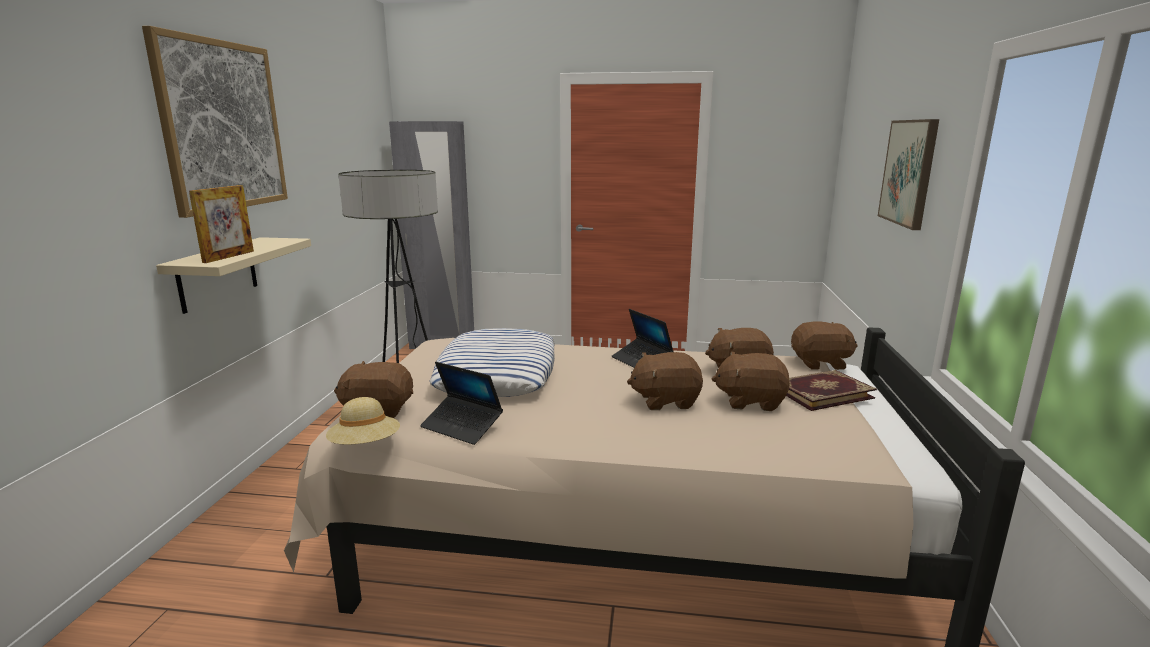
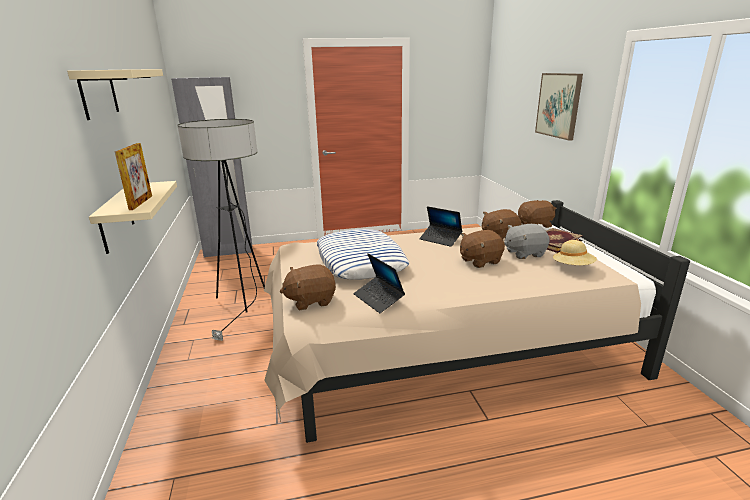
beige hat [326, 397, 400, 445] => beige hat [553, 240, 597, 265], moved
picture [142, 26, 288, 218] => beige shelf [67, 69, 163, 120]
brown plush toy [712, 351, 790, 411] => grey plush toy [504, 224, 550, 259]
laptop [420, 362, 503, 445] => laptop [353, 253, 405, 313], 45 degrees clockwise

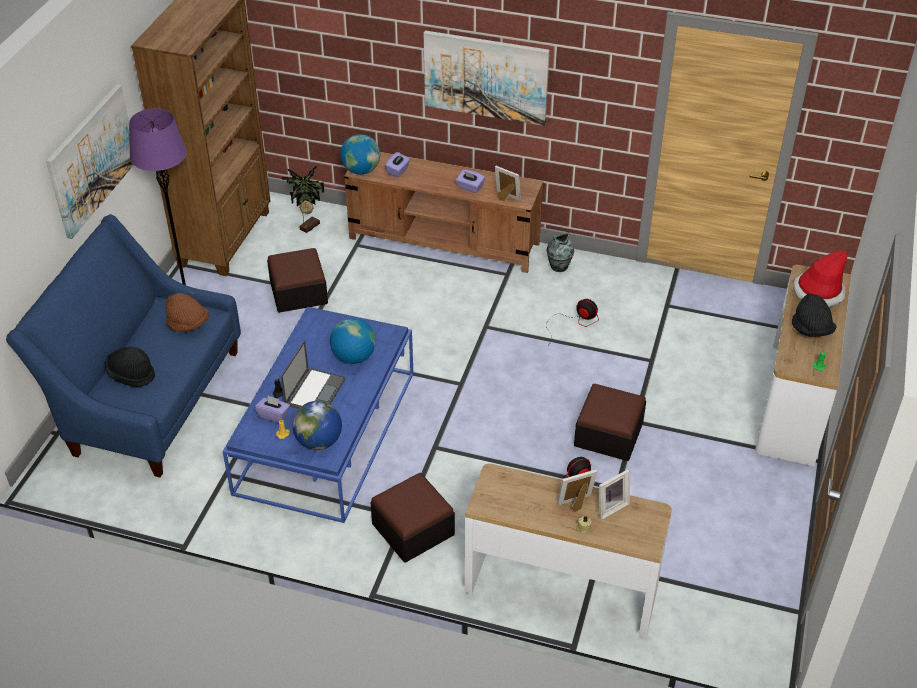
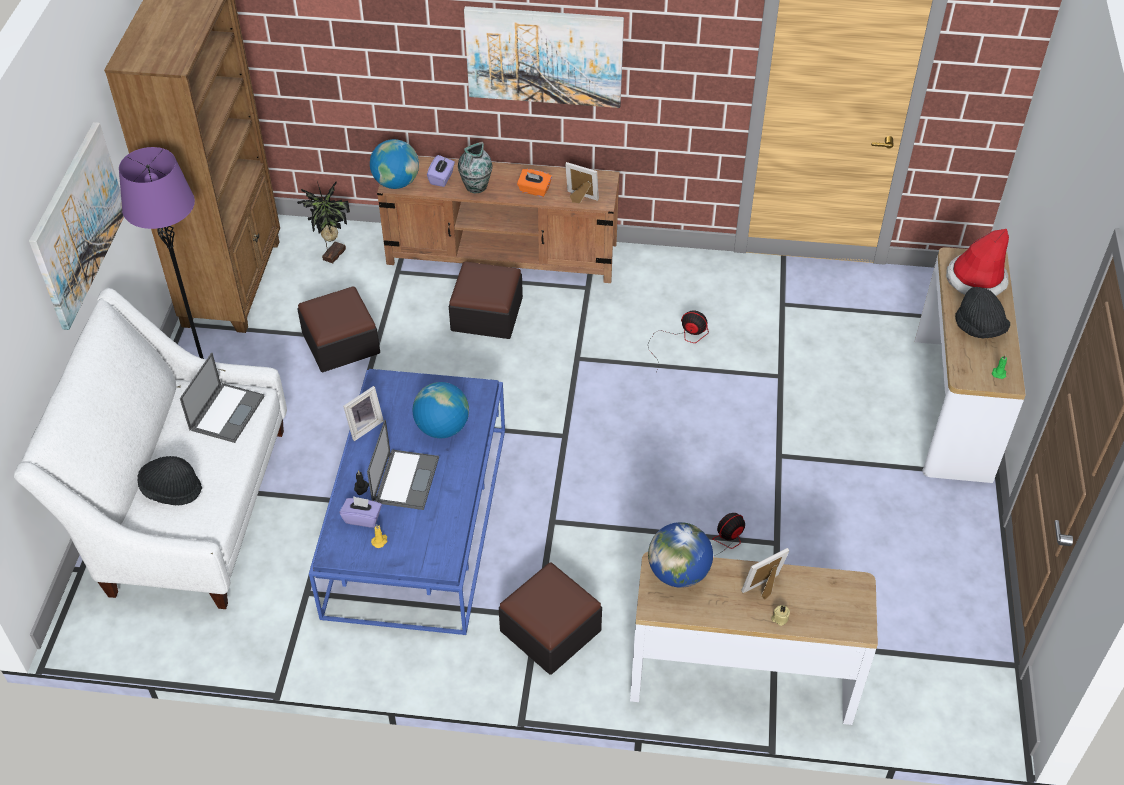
globe [292, 401, 342, 450] => globe [648, 522, 713, 588], moved
vase [547, 232, 574, 272] => vase [458, 142, 493, 193], moved
ottoman [574, 384, 646, 461] => ottoman [449, 261, 523, 339], moved
picture frame [599, 469, 630, 520] => picture frame [343, 386, 384, 441], moved
brown hat [166, 293, 209, 332] => laptop [180, 353, 265, 443]
blue sofa [6, 214, 241, 477] => white sofa [14, 288, 287, 609]
purple tissue box [456, 169, 485, 193] => orange tissue box [517, 169, 552, 197]

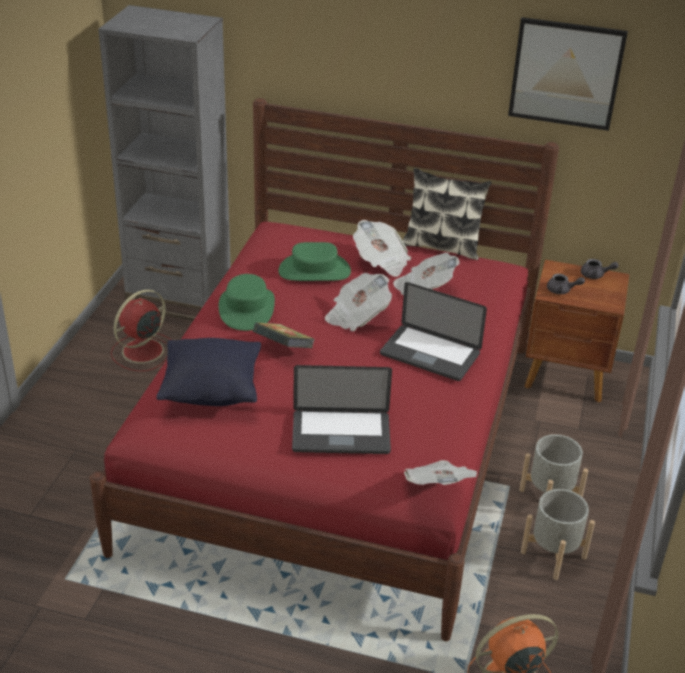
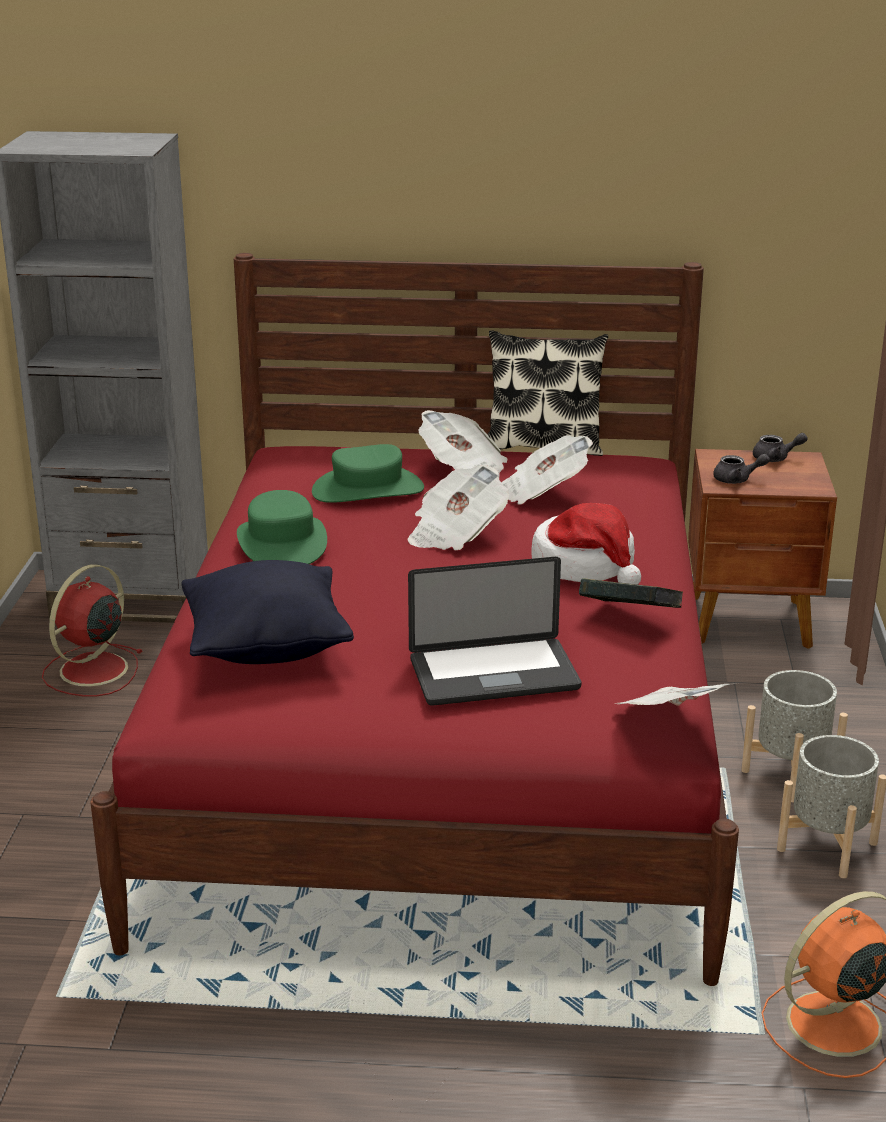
picture [508, 17, 628, 131] => nothing
book [253, 322, 315, 348] => book [579, 578, 683, 608], moved
laptop [380, 282, 487, 381] => hat [531, 503, 641, 585]

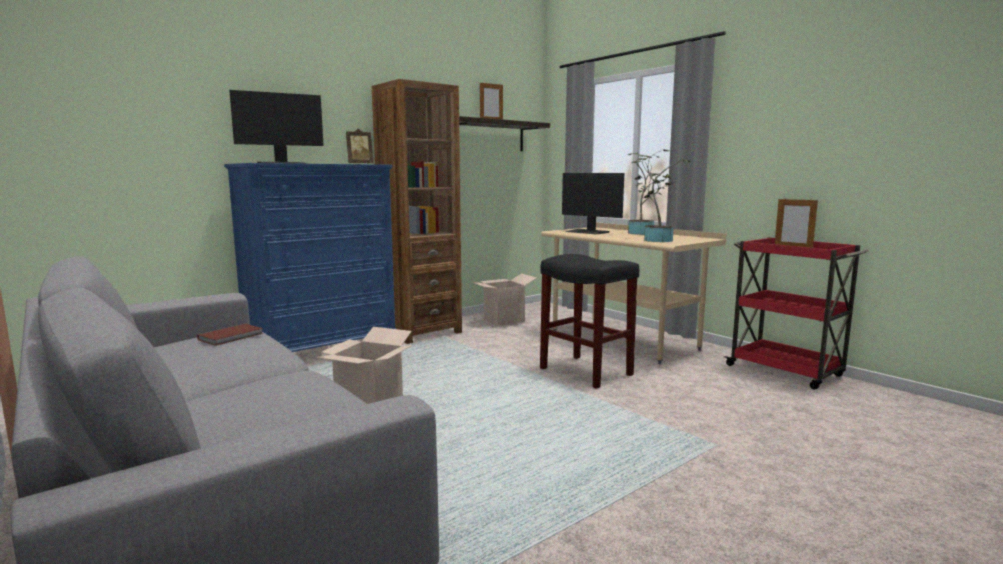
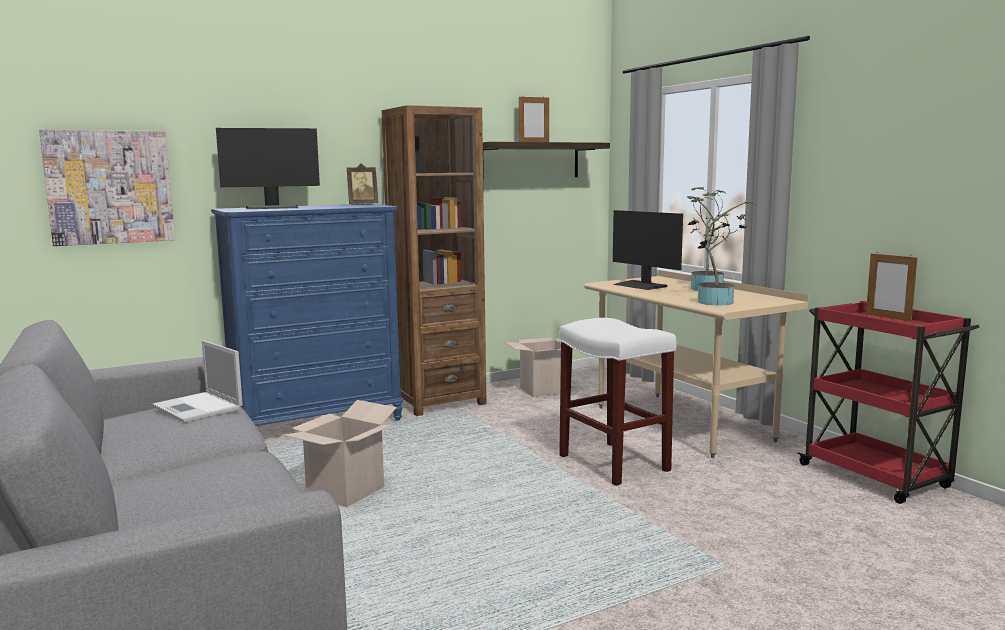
nothing => picture [39, 129, 175, 246]
brown book [197, 324, 263, 346] => laptop [152, 340, 243, 423]
black stool [540, 254, 639, 389] => white stool [559, 318, 676, 486]

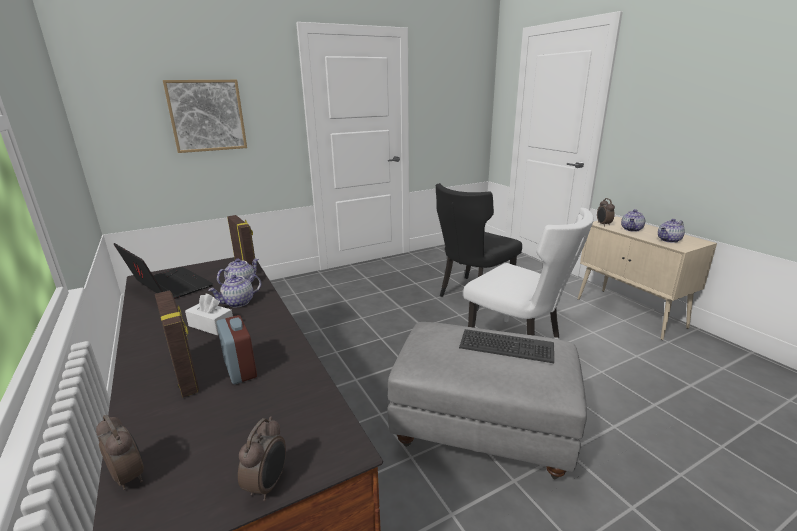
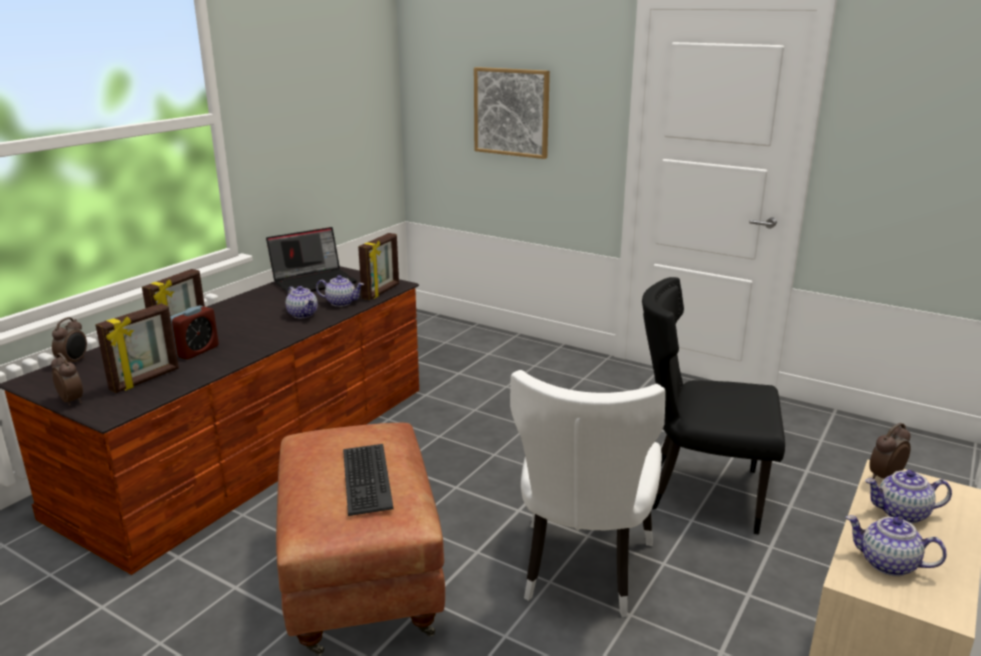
white tissue box [185, 294, 233, 335] => nothing
nothing => picture frame [95, 303, 179, 393]
grey ottoman [387, 322, 587, 480] => brown ottoman [276, 423, 445, 655]
laptop [114, 243, 213, 299] => laptop [266, 227, 357, 292], 45 degrees clockwise
teapot [208, 274, 261, 307] => teapot [286, 286, 318, 318], 150 degrees counterclockwise
alarm clock [238, 416, 286, 501] => alarm clock [51, 353, 83, 406], 120 degrees counterclockwise

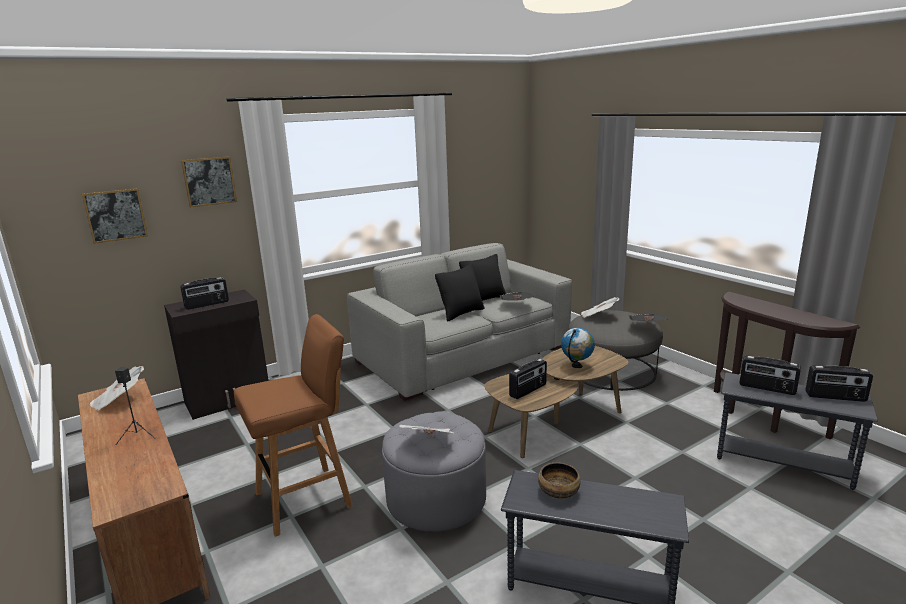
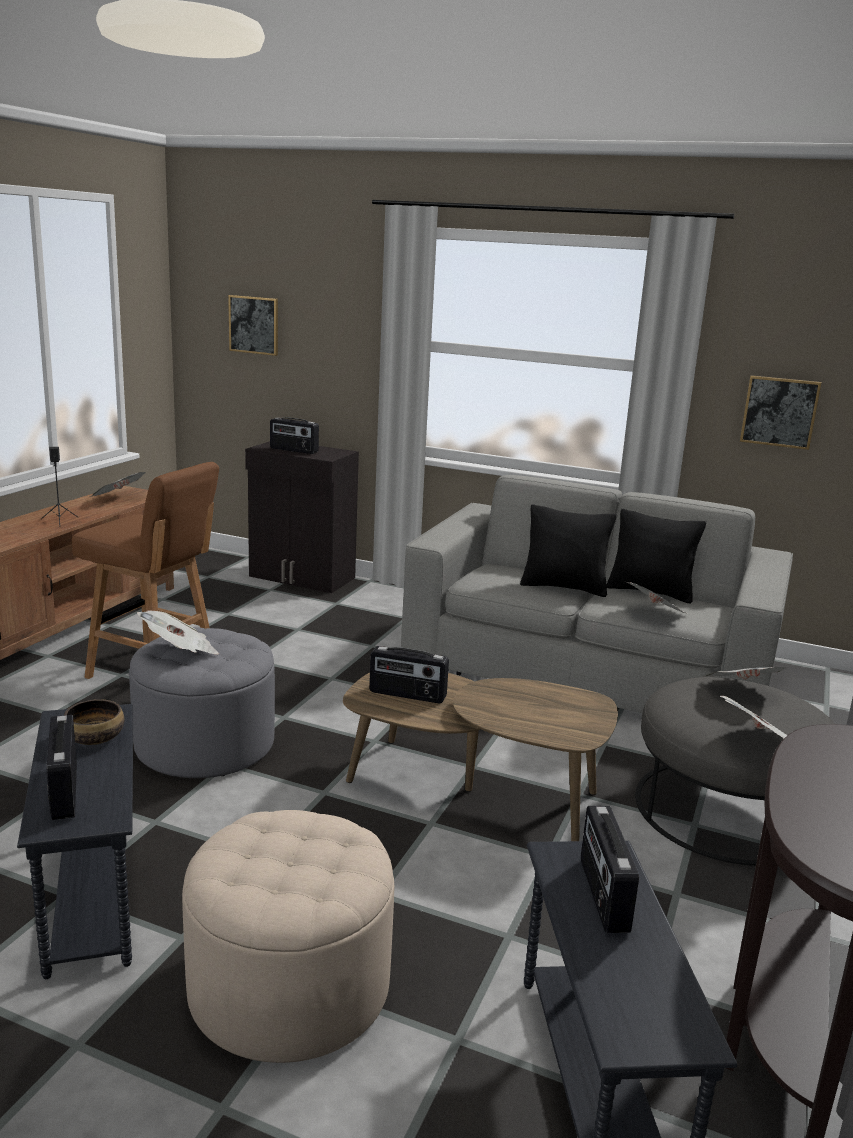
globe [561, 327, 595, 368] => nothing
nothing => beige ottoman [182, 810, 394, 1063]
picture [181, 156, 237, 207] => picture [740, 375, 822, 450], moved
radio [805, 365, 873, 402] => radio [46, 715, 77, 820], moved

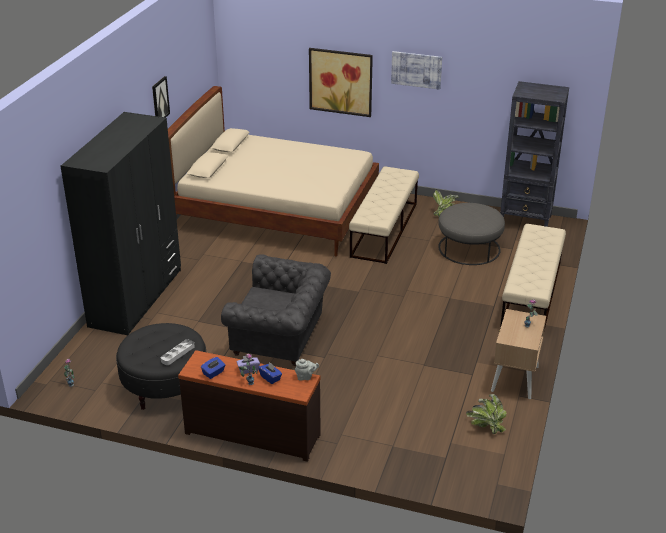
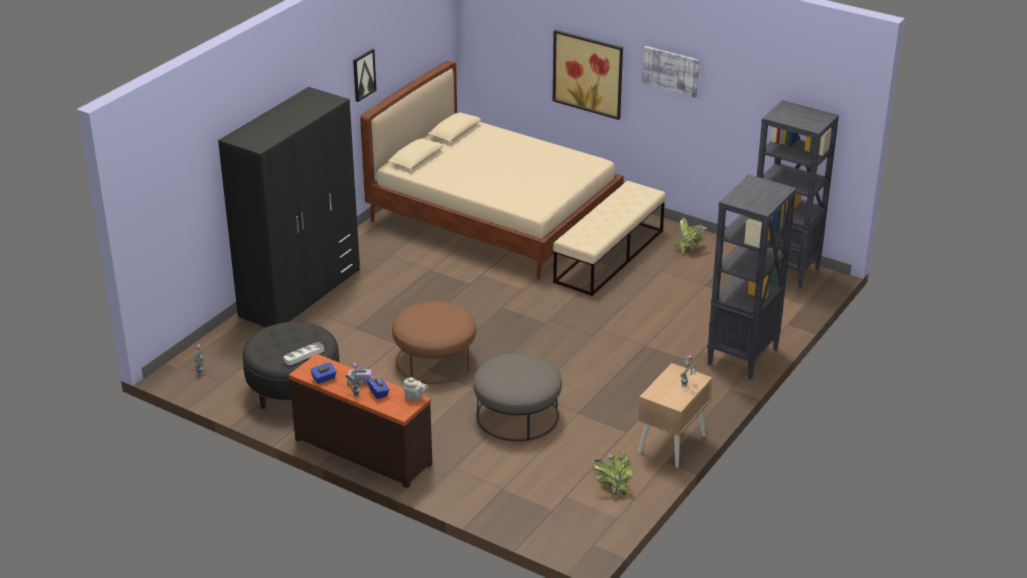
grey ottoman [438, 203, 505, 265] => grey ottoman [473, 353, 562, 441], moved
grey armchair [221, 255, 331, 366] => brown ottoman [392, 301, 476, 384]
beige bench [500, 224, 566, 330] => black bookcase [707, 174, 796, 380]

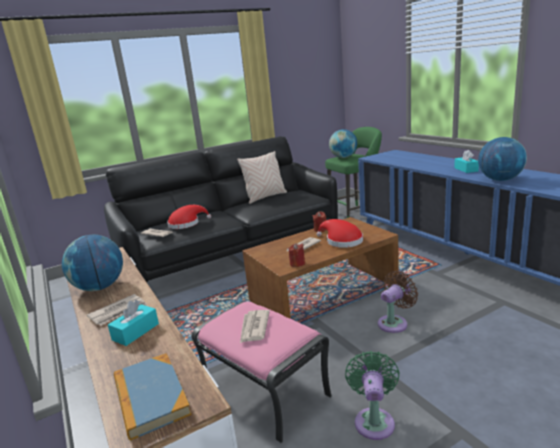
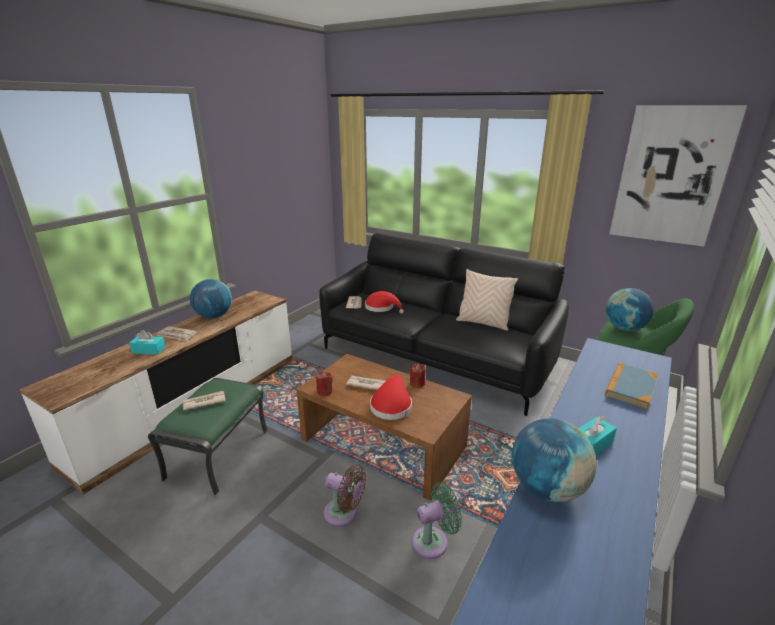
nothing => picture [609, 105, 747, 246]
book [114, 353, 192, 440] => book [605, 363, 658, 410], moved
green fan [345, 351, 400, 440] => green fan [412, 482, 462, 559], moved
pink ottoman [191, 301, 332, 443] => green ottoman [148, 378, 268, 495]

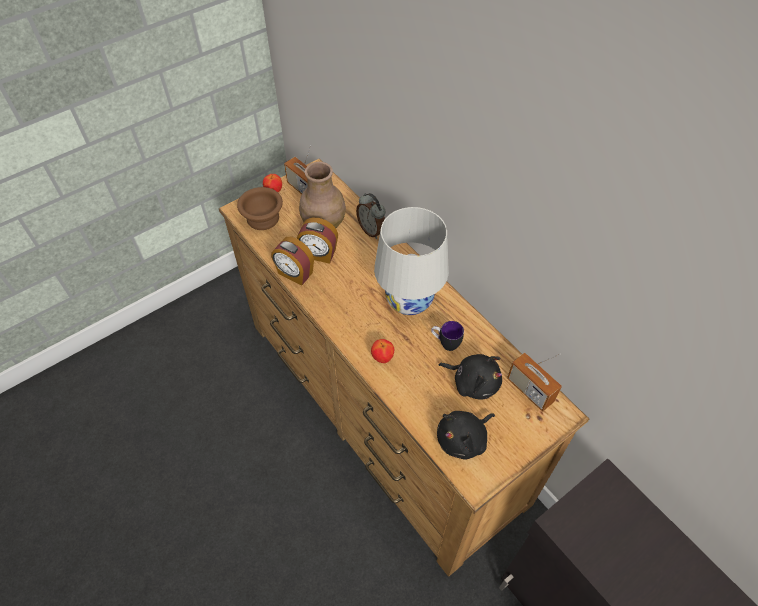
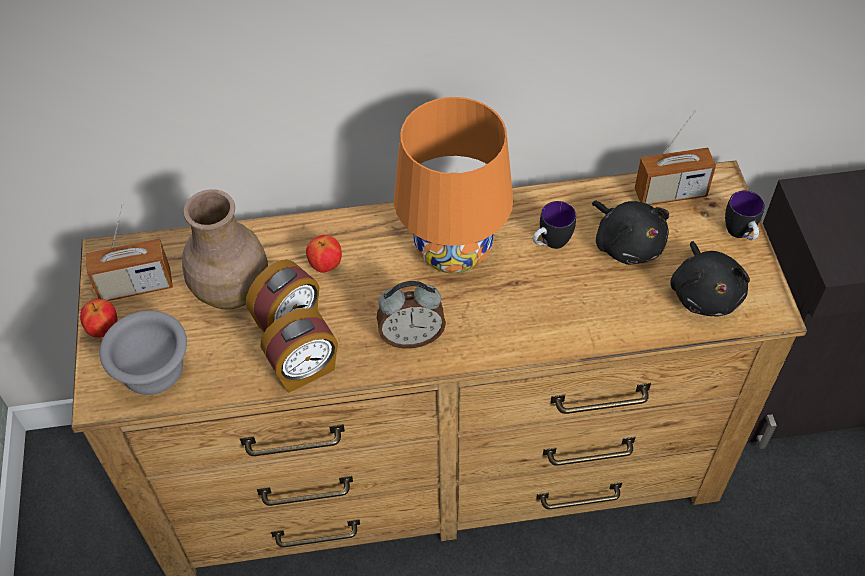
nothing => mug [725, 190, 765, 240]
alarm clock [356, 193, 385, 239] => alarm clock [377, 281, 446, 349], moved
apple [371, 339, 394, 363] => apple [306, 235, 342, 273], moved
brown bowl [237, 187, 283, 230] => grey bowl [99, 311, 187, 395]
white table lamp [374, 207, 449, 315] => orange table lamp [394, 97, 513, 274]
black plush toy [439, 354, 502, 400] => black plush toy [592, 200, 669, 265], 90 degrees clockwise

